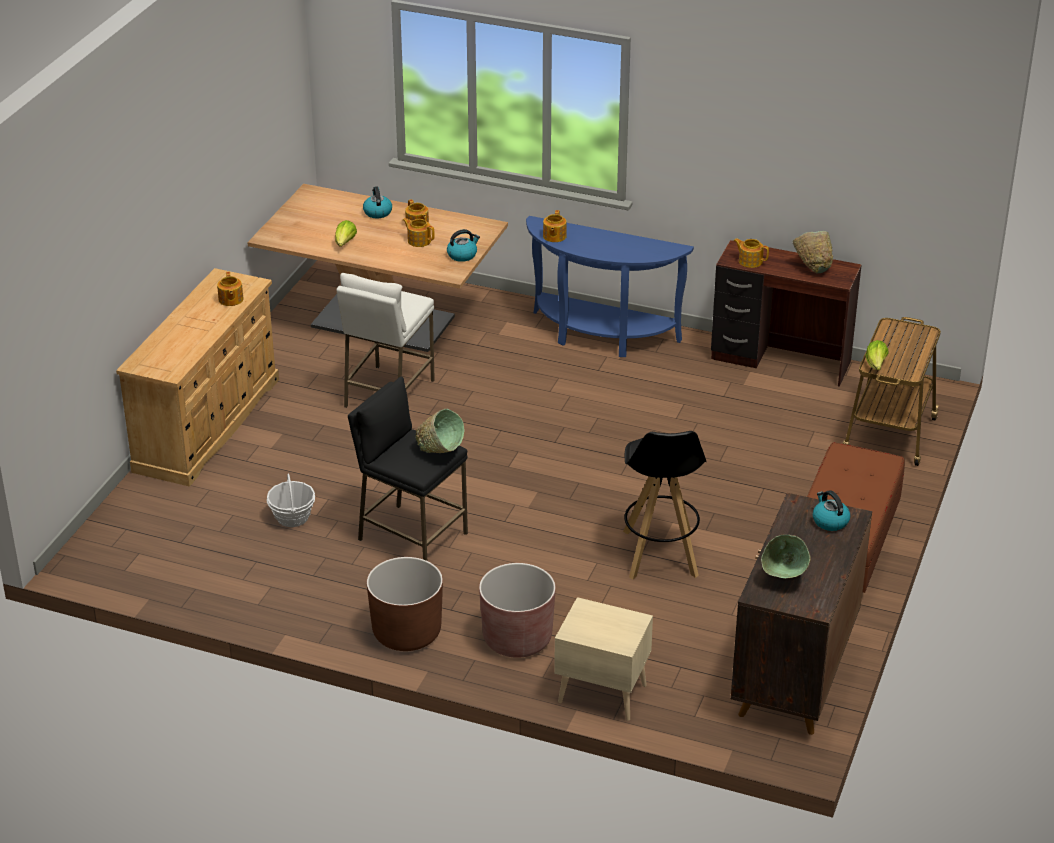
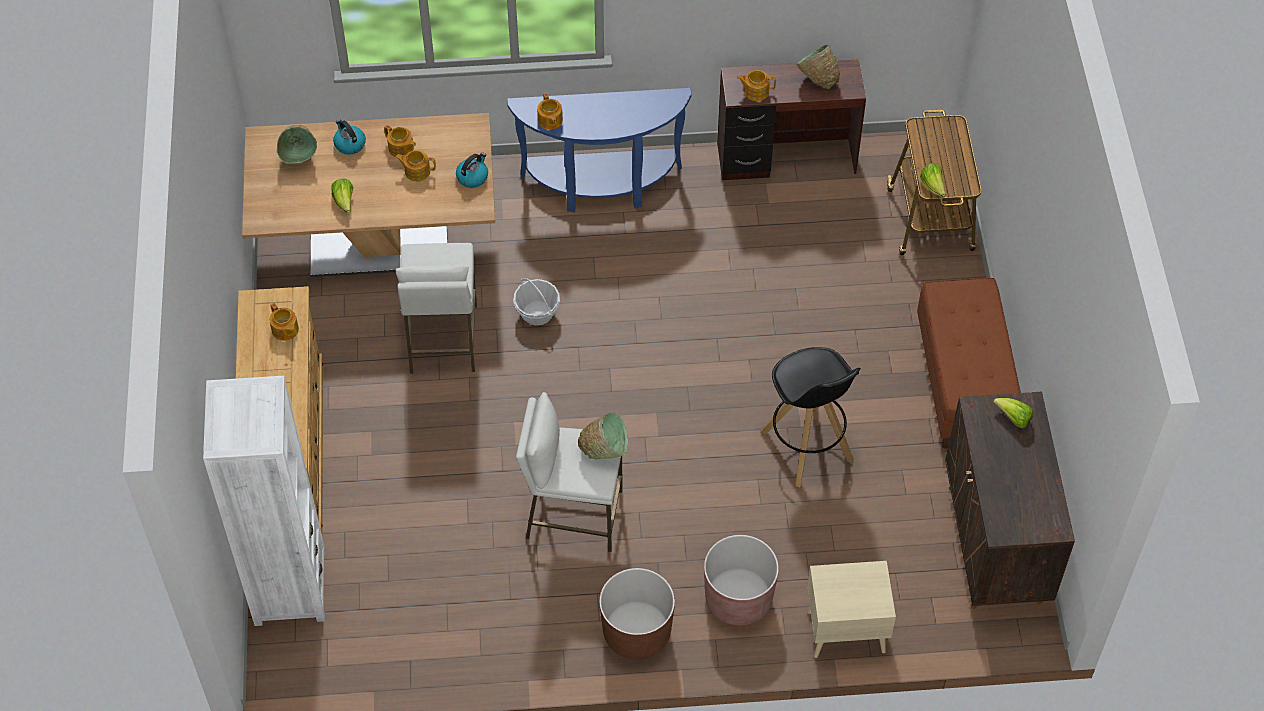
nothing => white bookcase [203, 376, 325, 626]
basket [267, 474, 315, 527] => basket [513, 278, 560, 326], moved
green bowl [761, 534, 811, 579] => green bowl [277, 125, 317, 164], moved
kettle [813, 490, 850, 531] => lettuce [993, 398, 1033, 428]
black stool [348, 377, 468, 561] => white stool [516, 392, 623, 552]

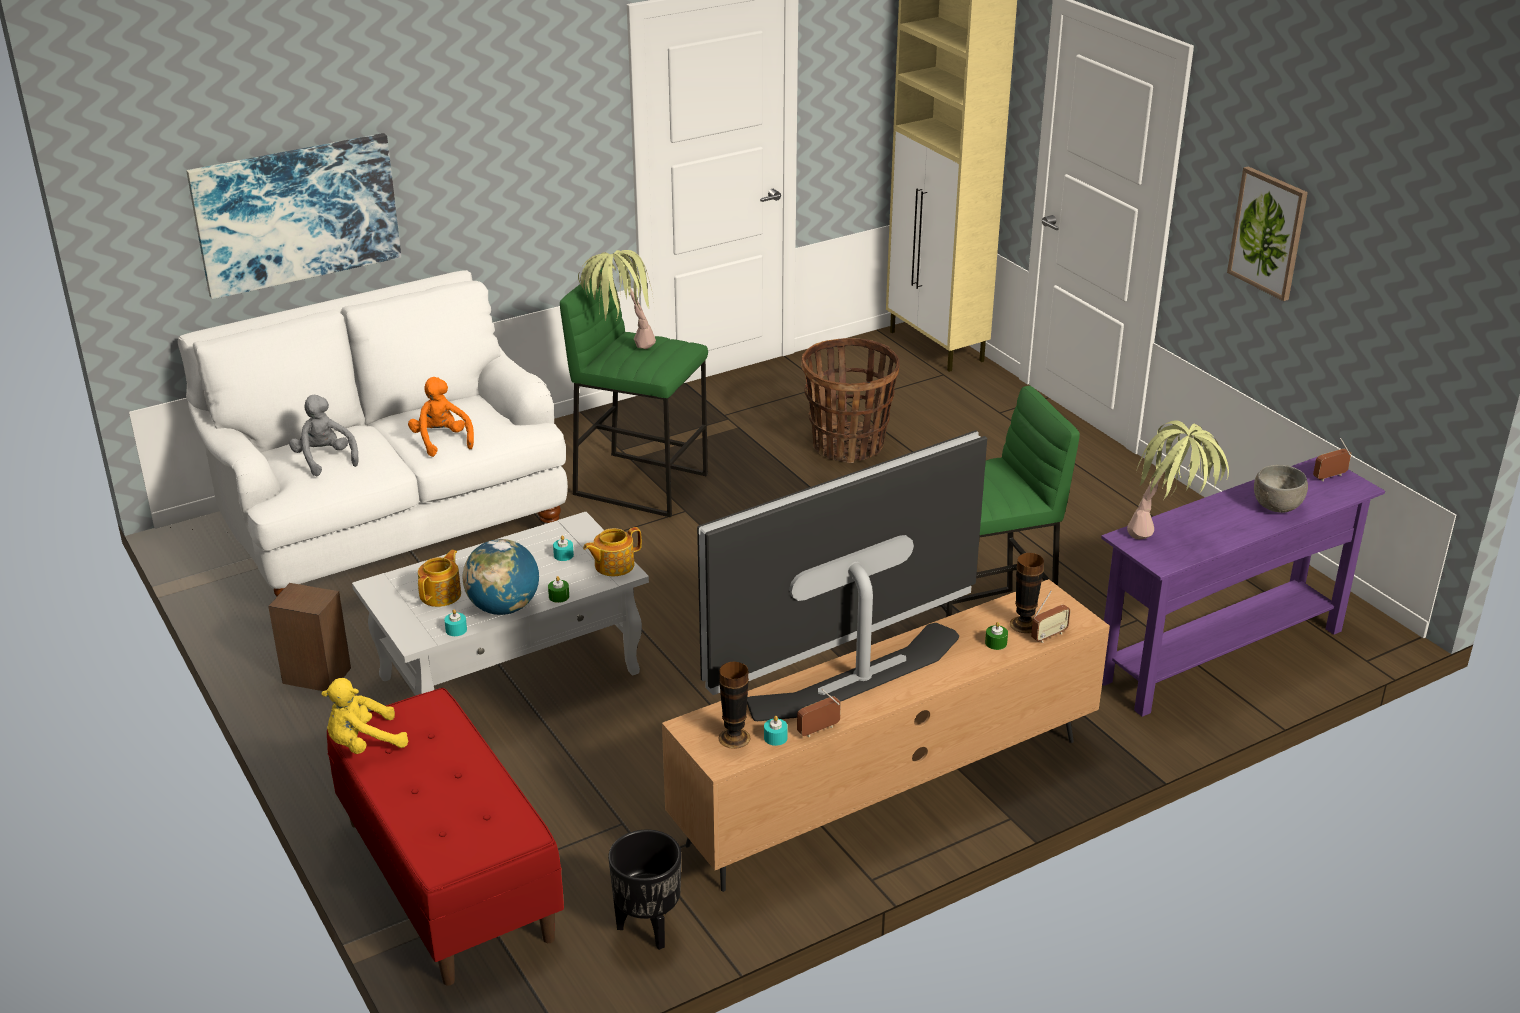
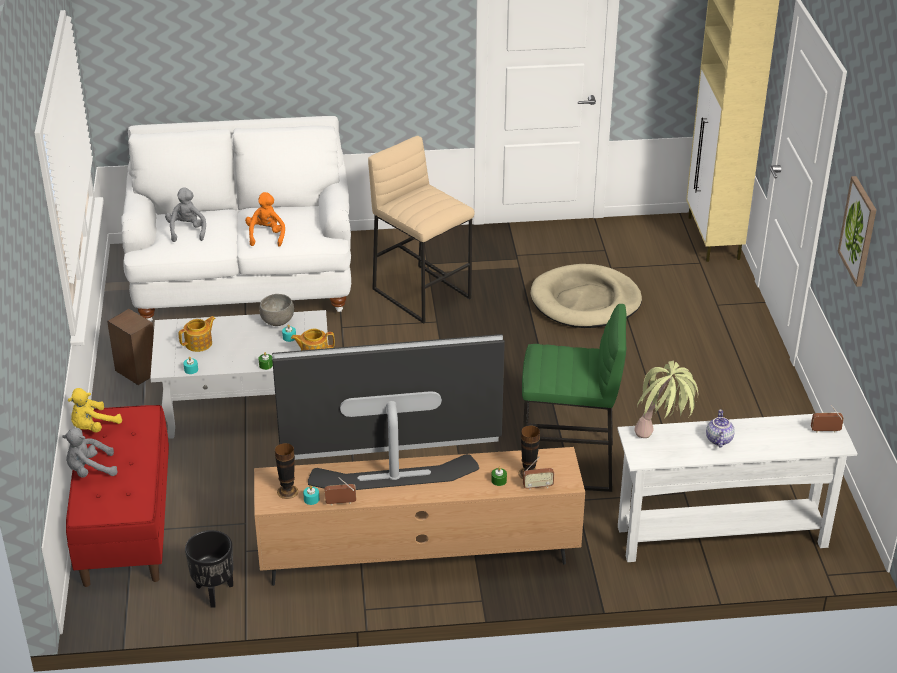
picture [186, 133, 401, 299] => nothing
globe [463, 539, 539, 615] => nothing
potted plant [578, 250, 656, 349] => nothing
nothing => grey plush toy [62, 428, 118, 478]
nothing => teapot [706, 409, 735, 448]
grey bowl [1254, 465, 1308, 513] => grey bowl [259, 294, 294, 326], moved
basket [801, 338, 900, 463] => beige dog bed [530, 264, 642, 328]
green stool [560, 267, 708, 517] => beige stool [368, 136, 475, 324]
purple console table [1101, 457, 1385, 717] => white console table [617, 412, 858, 562]
yellow plush toy [321, 678, 408, 754] => yellow plush toy [68, 388, 122, 432], 45 degrees counterclockwise

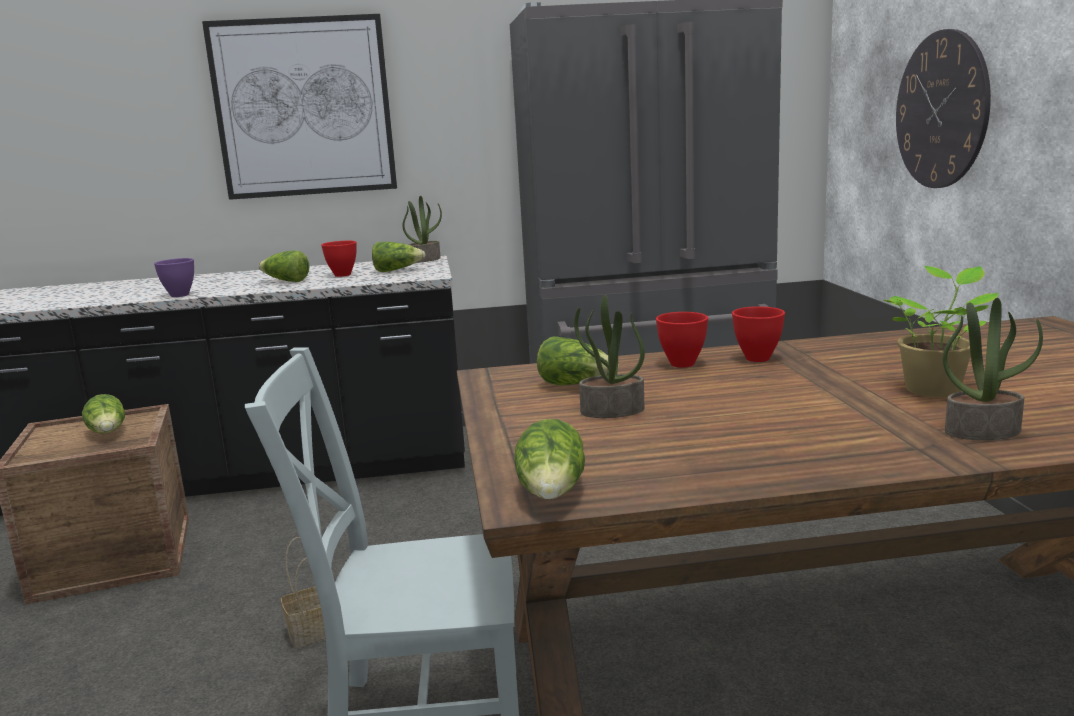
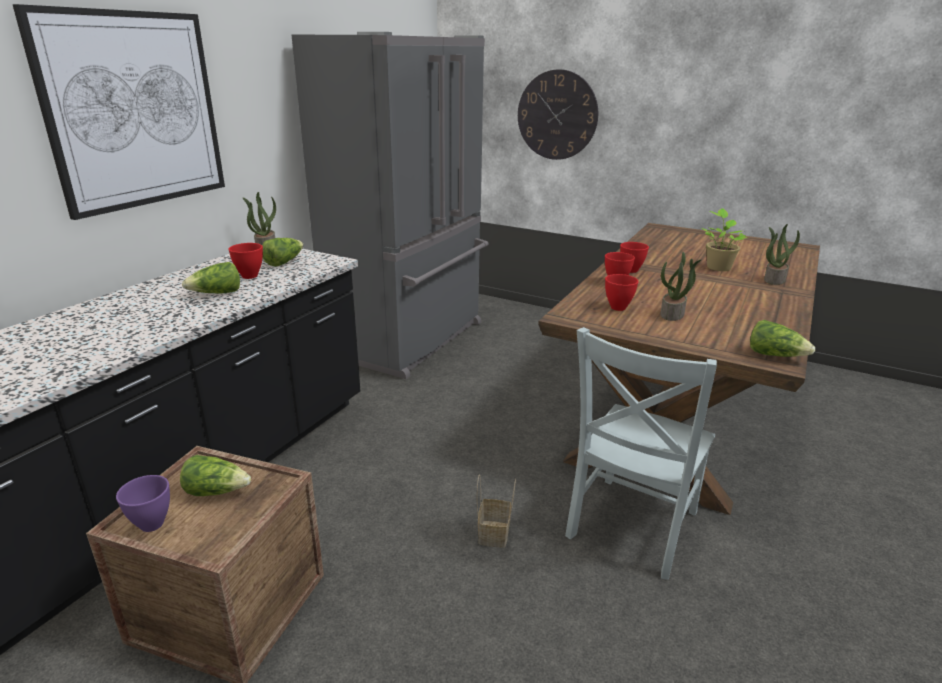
purple bowl [154, 258, 194, 297] => purple bowl [116, 475, 170, 532], moved
lettuce [537, 336, 619, 385] => red bowl [605, 274, 639, 311]

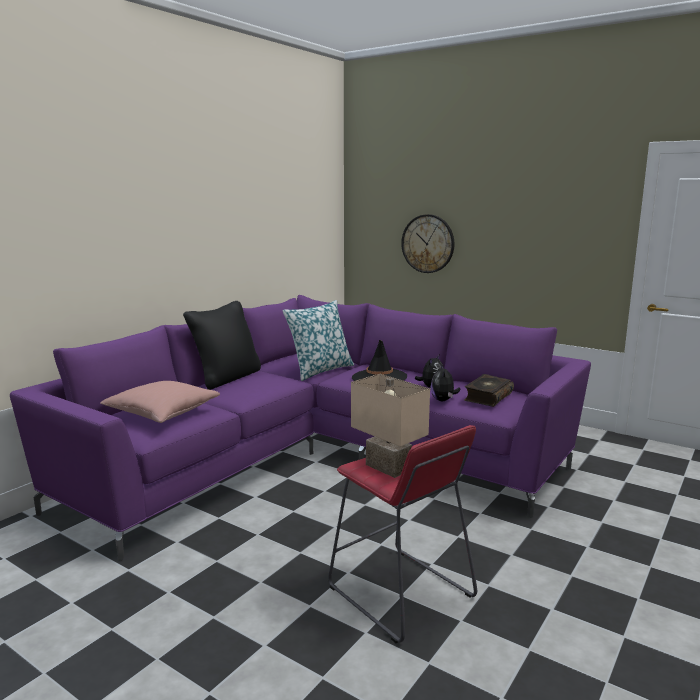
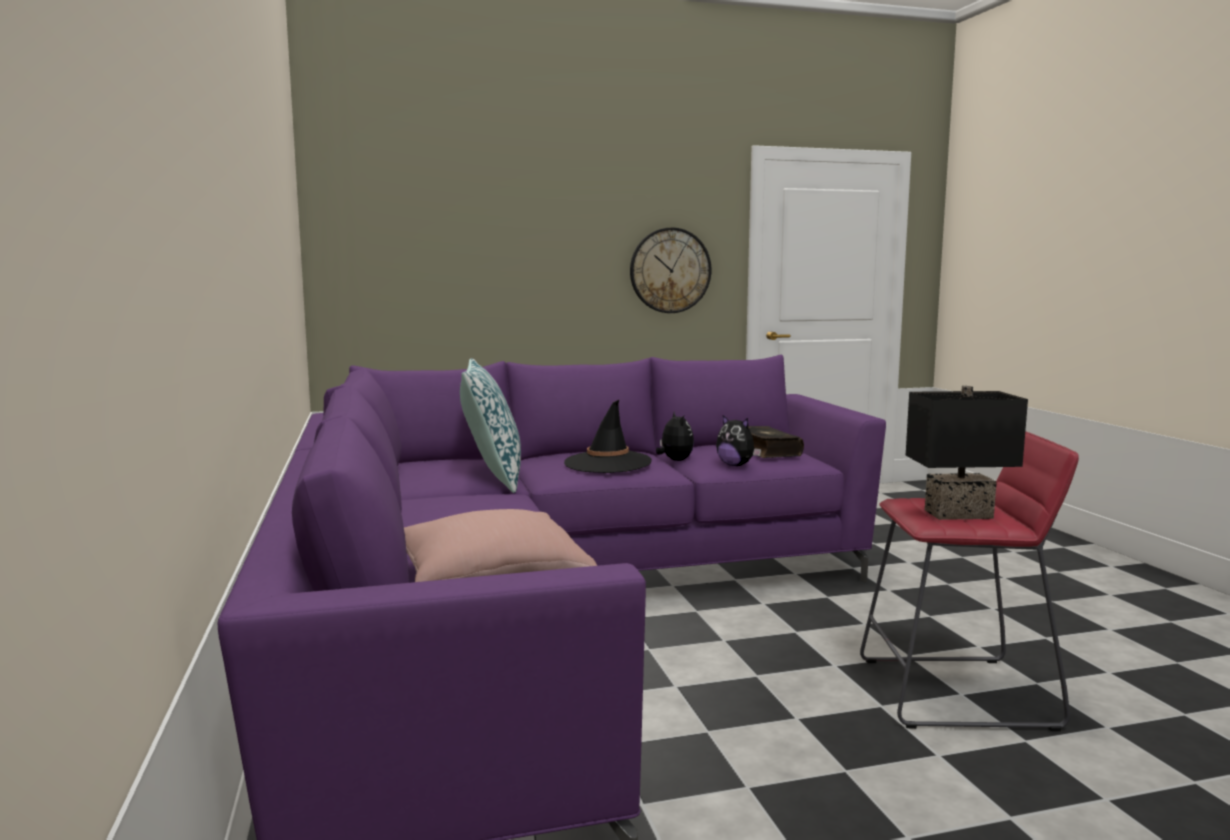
black pillow [183, 301, 261, 390] => nothing
wall clock [401, 214, 454, 273] => wall clock [630, 227, 711, 313], moved
beige table lamp [351, 374, 430, 478] => black table lamp [906, 386, 1028, 520]

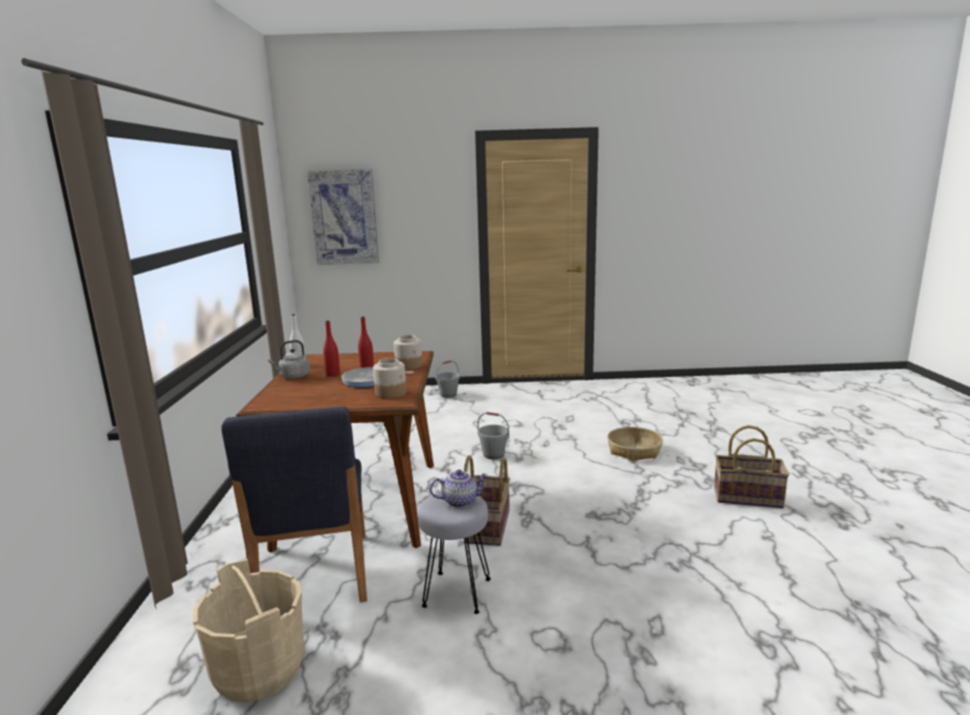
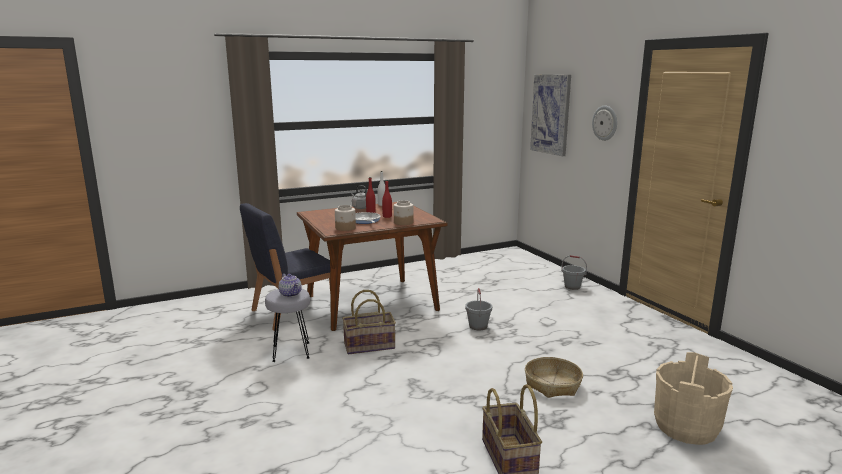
nothing => wall clock [592, 105, 617, 141]
beige bucket [193, 559, 305, 702] => beige bucket [654, 352, 733, 445], moved

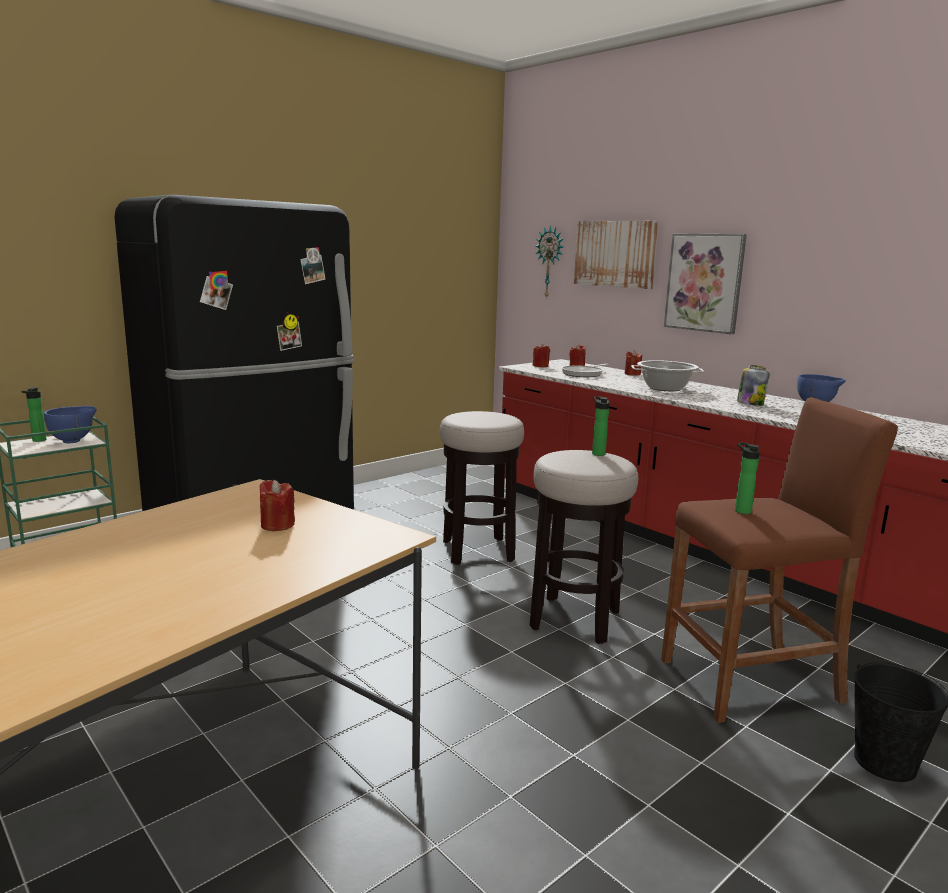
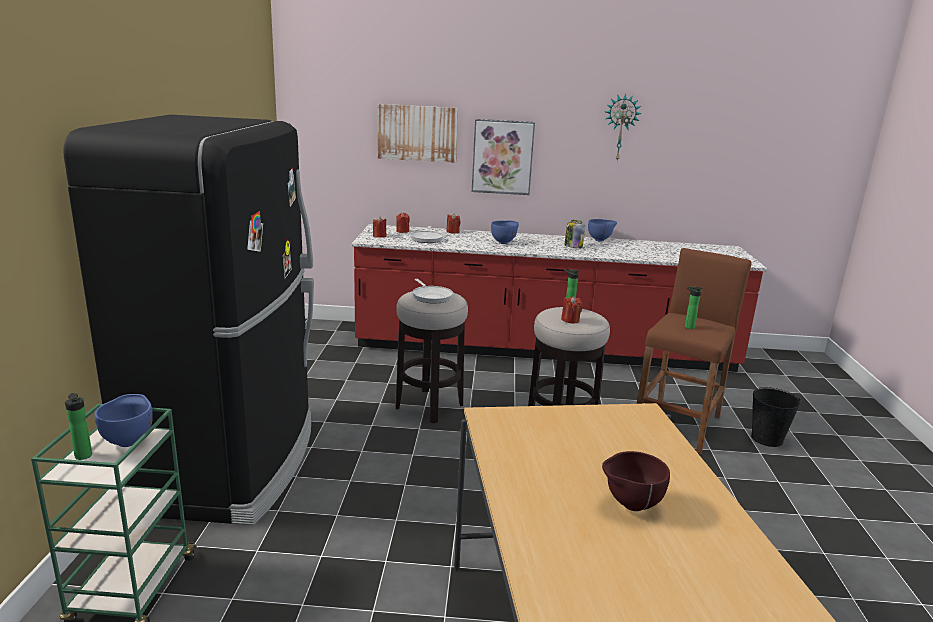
nothing => frying pan [412, 279, 453, 304]
nothing => brown bowl [602, 451, 670, 511]
red candle [259, 480, 295, 531] => red candle [561, 296, 582, 324], moved
wall clock [535, 225, 564, 299] => wall clock [605, 93, 641, 161], moved
cooking pot [631, 360, 704, 391] => blue bowl [491, 220, 519, 244]

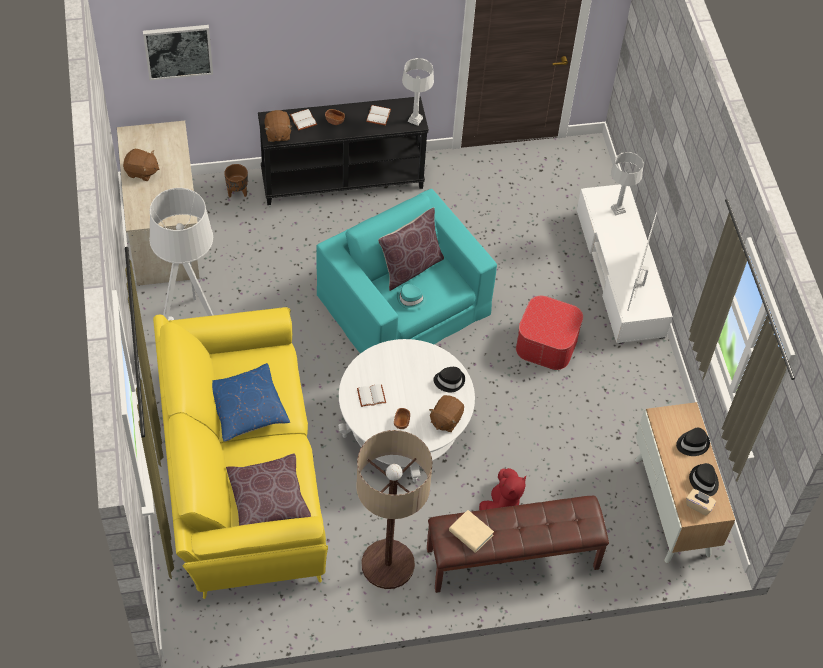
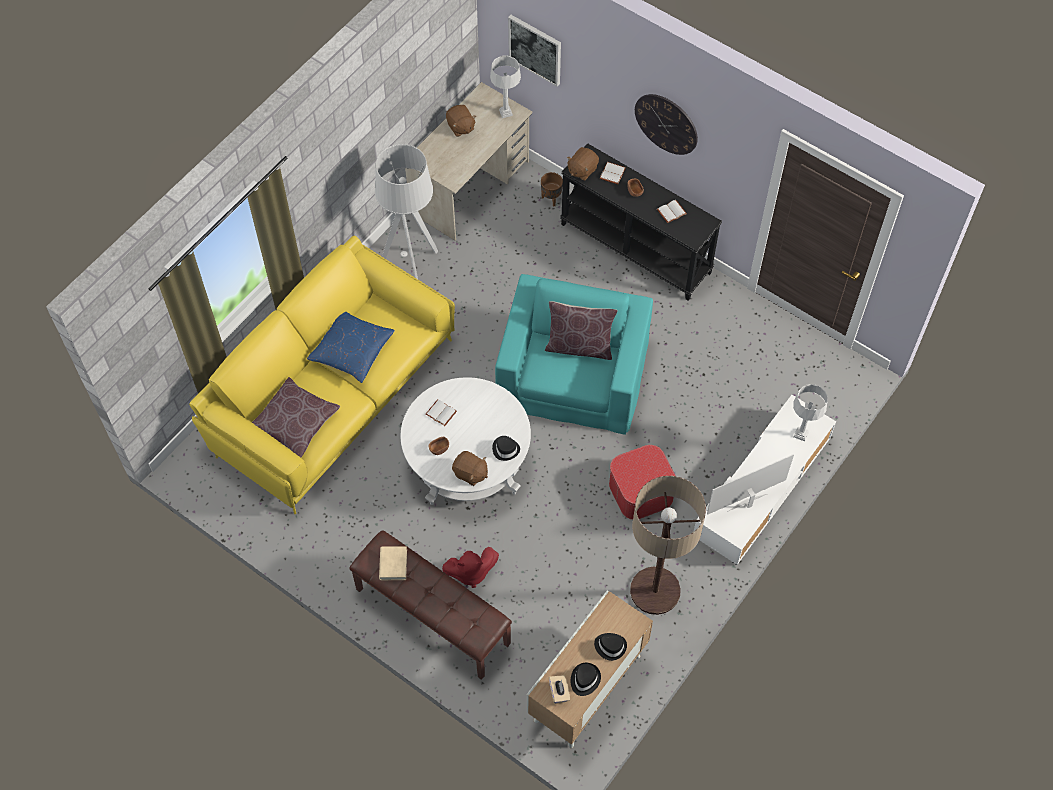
turquoise hat [397, 284, 427, 310] => nothing
nothing => wall clock [635, 94, 698, 155]
floor lamp [356, 430, 432, 589] => floor lamp [630, 476, 706, 615], moved
grey table lamp [402, 58, 434, 126] => grey table lamp [490, 56, 521, 118], moved
brown plush toy [429, 395, 464, 432] => brown plush toy [452, 451, 488, 486], 135 degrees counterclockwise

